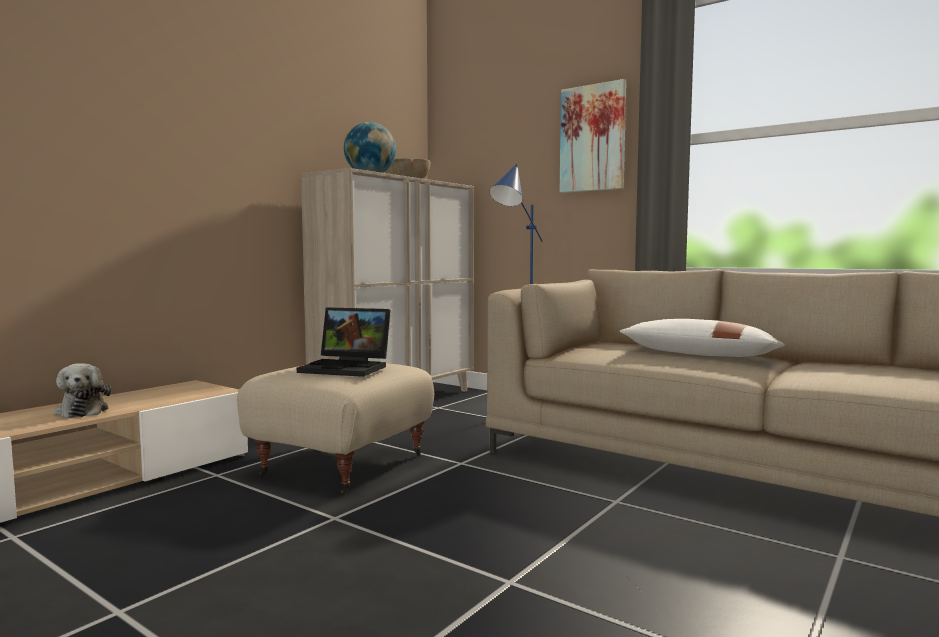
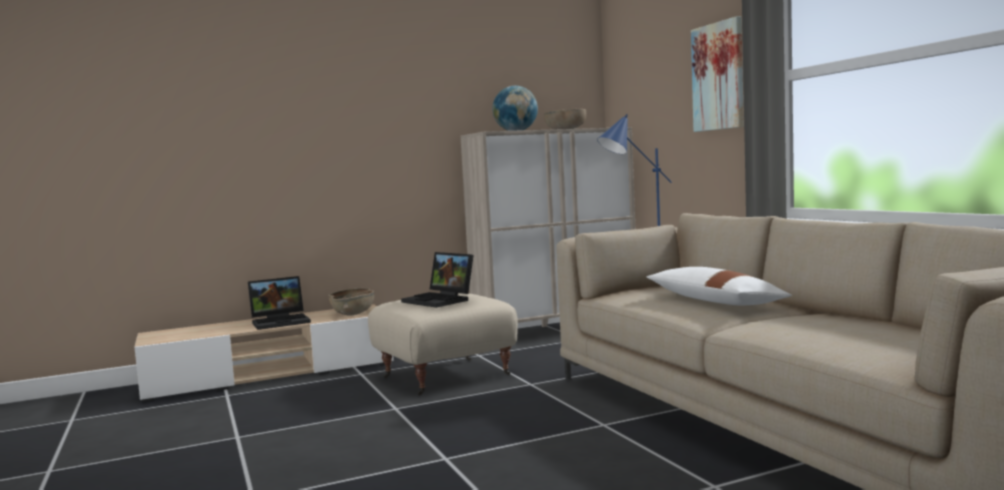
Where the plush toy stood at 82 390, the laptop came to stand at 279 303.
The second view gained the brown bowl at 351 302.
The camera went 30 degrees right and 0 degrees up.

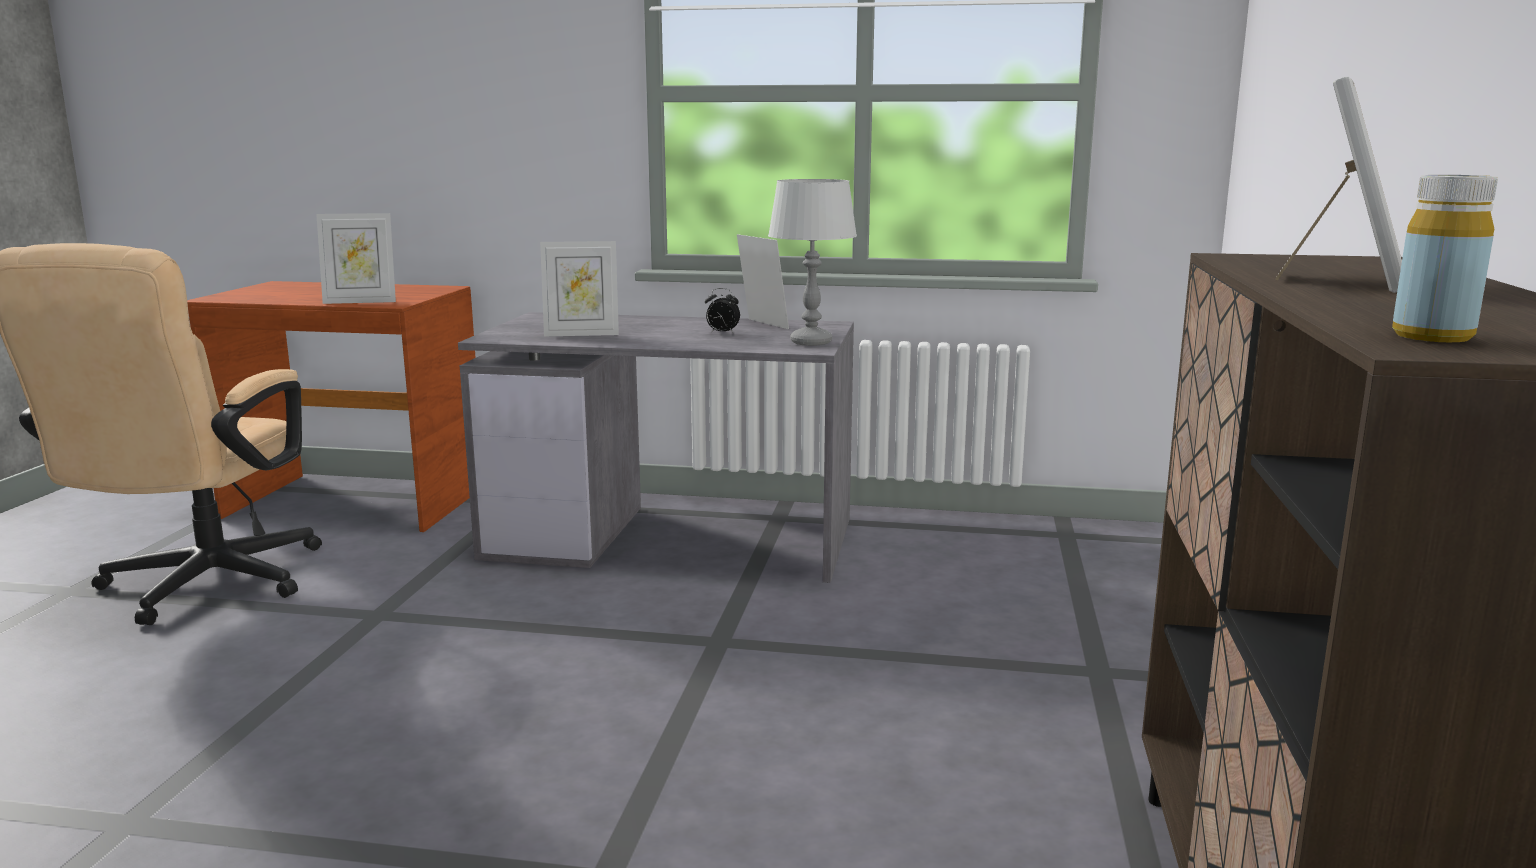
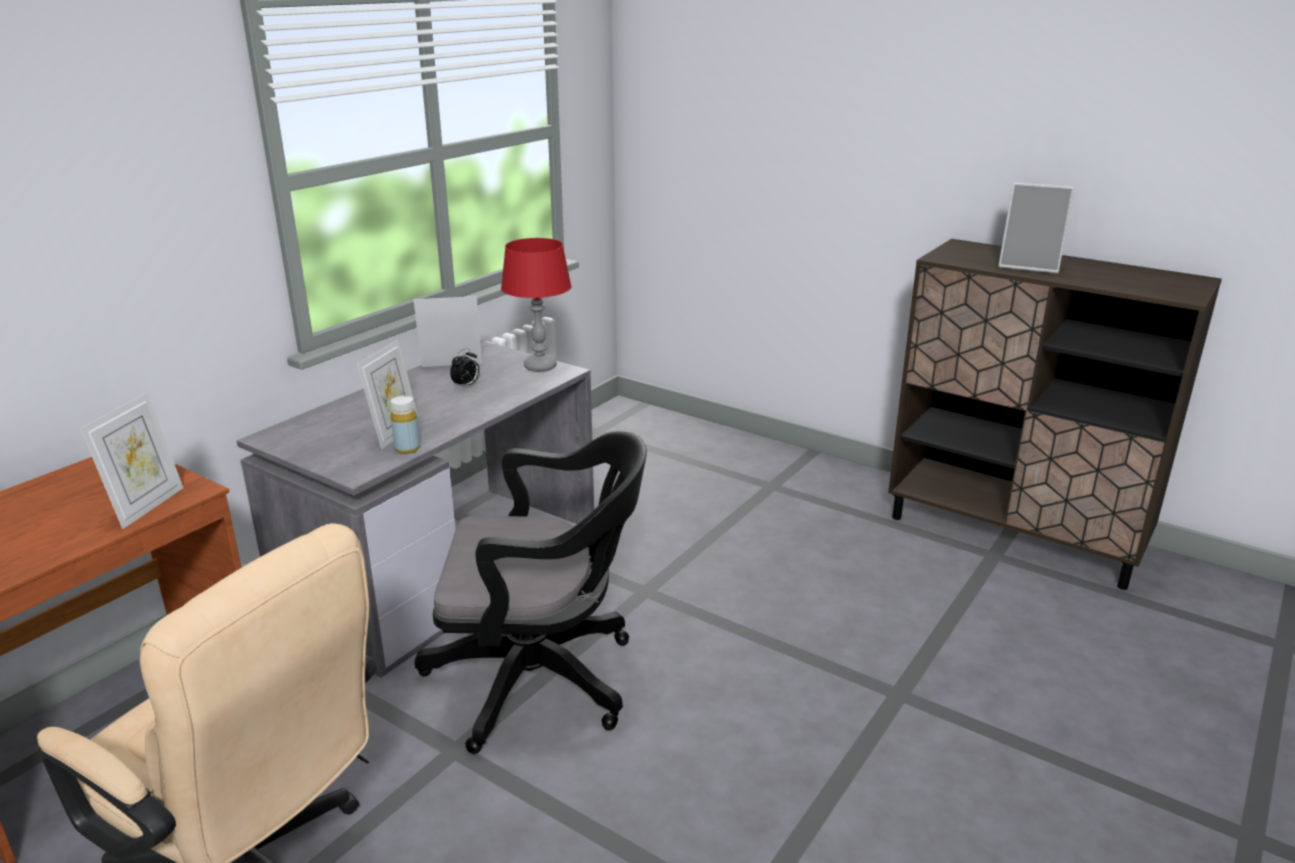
What was the grey table lamp at 812 262 turned into the red table lamp at 536 305.
The picture frame at 1338 185 ended up facing another way, 150 degrees clockwise from before.
The yellow bottle ended up elsewhere, having gone from 1445 259 to 405 425.
The second view gained the black office chair at 531 592.
The camera went 65 degrees left and 10 degrees up.

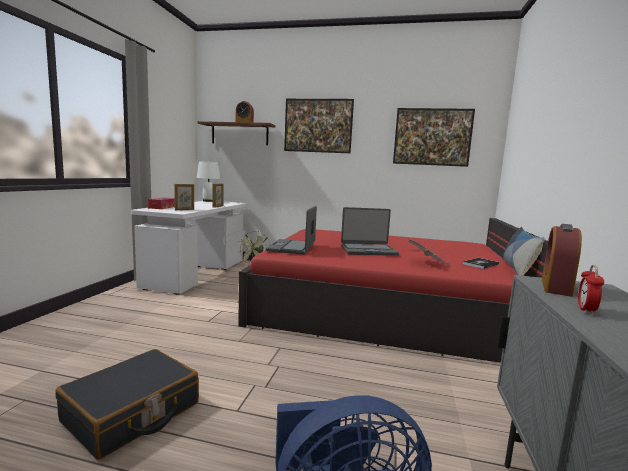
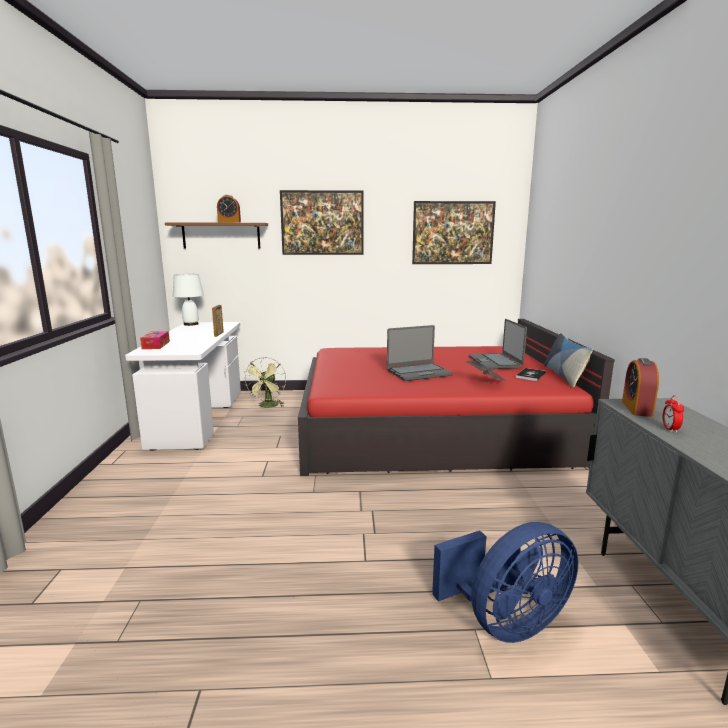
The second view lost the black suitcase at 127 404.
The second view lost the picture frame at 184 197.
The laptop ended up elsewhere, having gone from 291 230 to 498 344.
The camera went 15 degrees left and 5 degrees up.

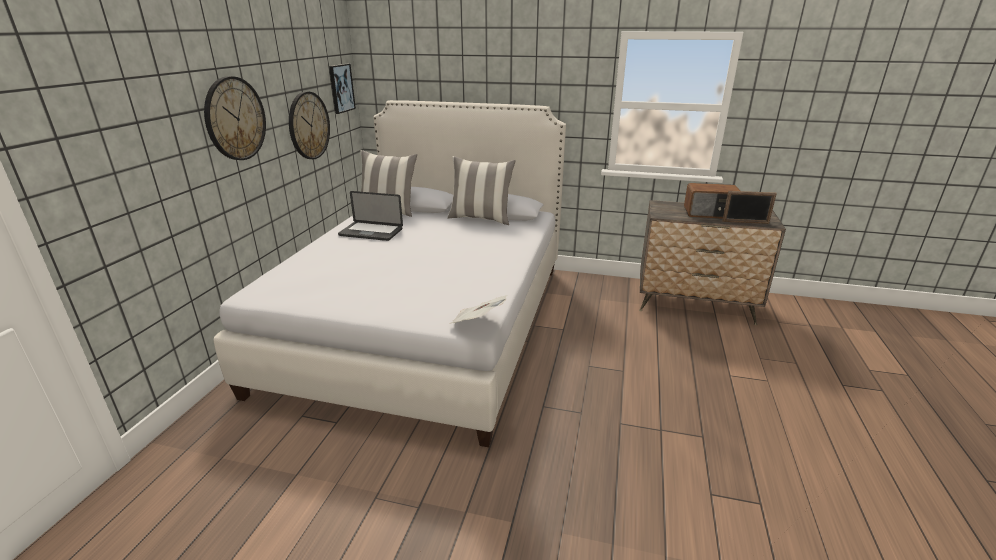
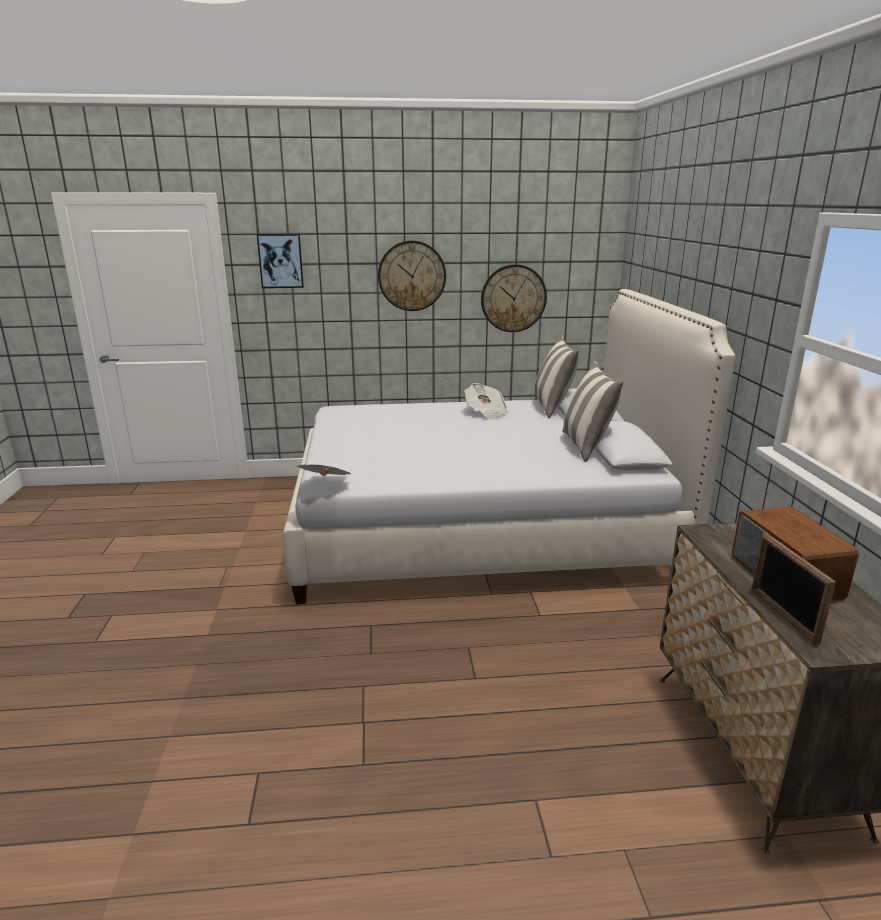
The picture ended up elsewhere, having gone from 342 89 to 280 261.
Where the laptop stood at 370 216, the newspaper came to stand at 486 401.
The camera went 70 degrees right and 5 degrees down.

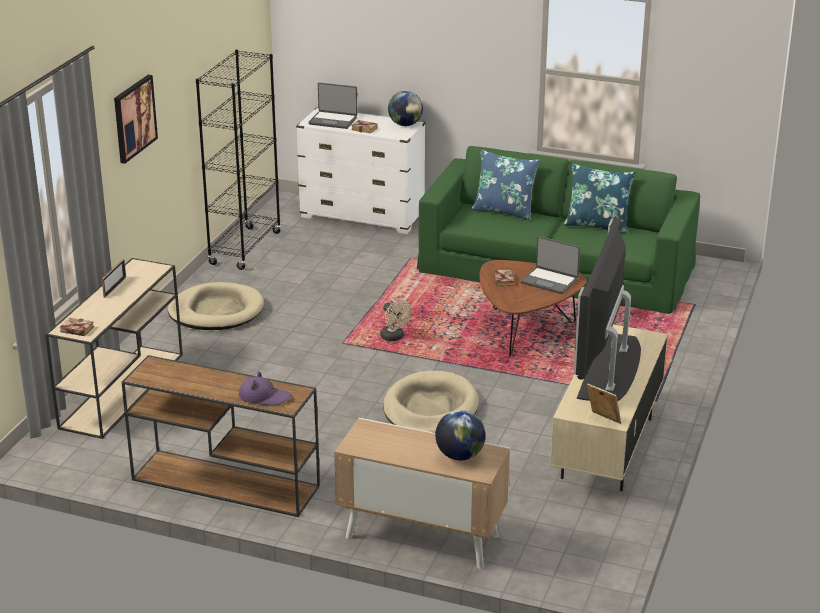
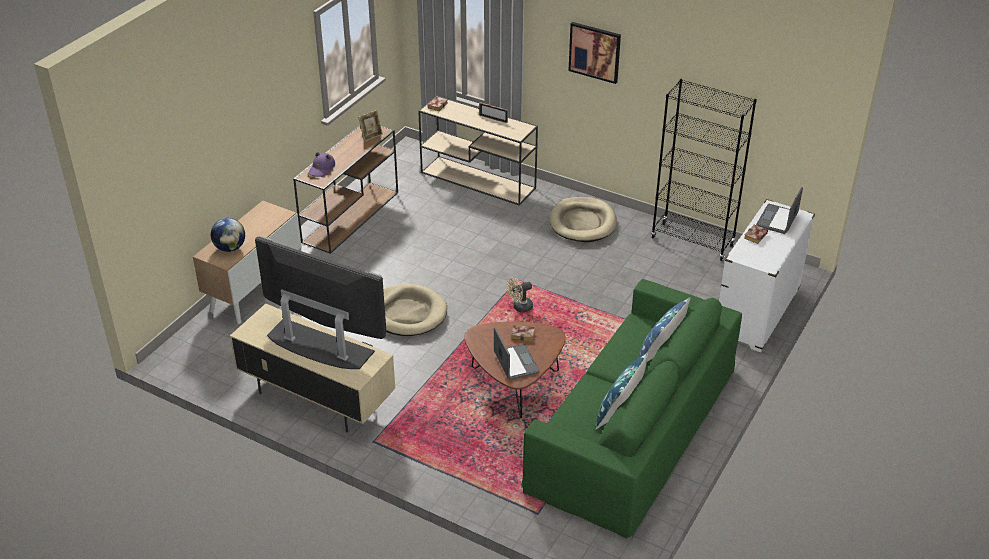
The second view lost the globe at 405 108.
The laptop at 550 265 ended up facing another way, 120 degrees clockwise from before.
The picture frame ended up elsewhere, having gone from 604 403 to 370 126.
The camera went 100 degrees right and 10 degrees up.

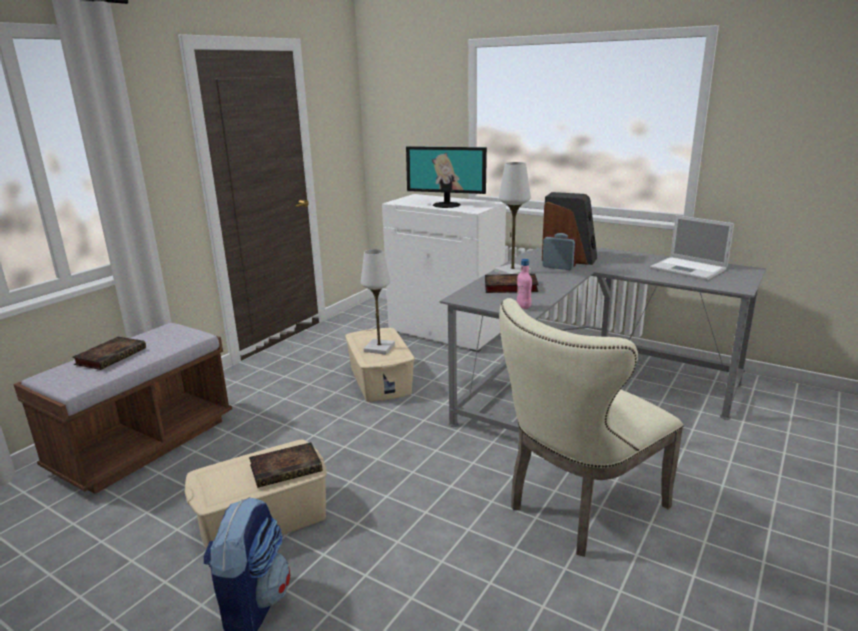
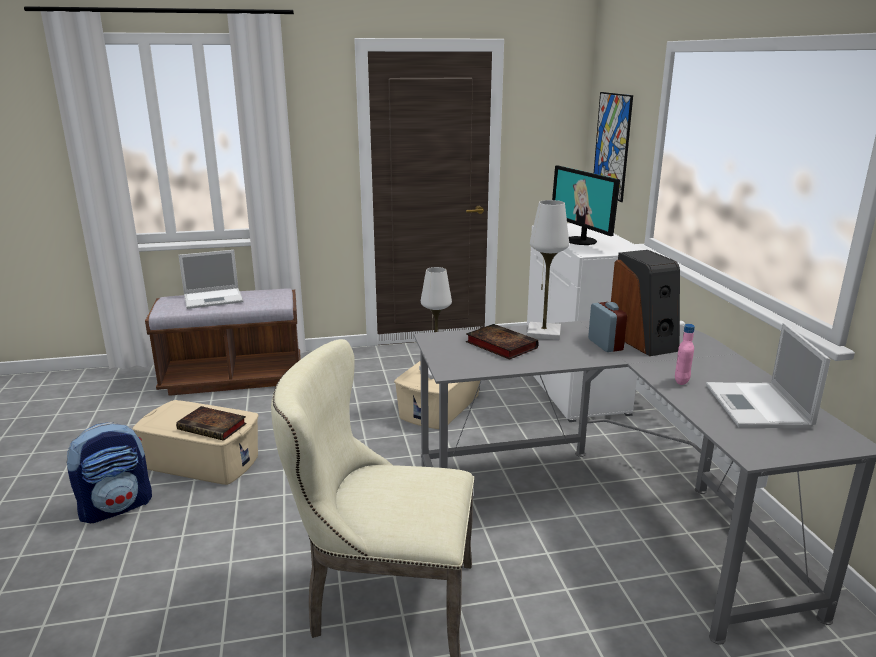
Where the book stood at 109 353, the laptop came to stand at 211 279.
The pink bottle ended up elsewhere, having gone from 524 284 to 685 354.
The second view gained the picture at 613 147.
The camera went 45 degrees right and 0 degrees up.

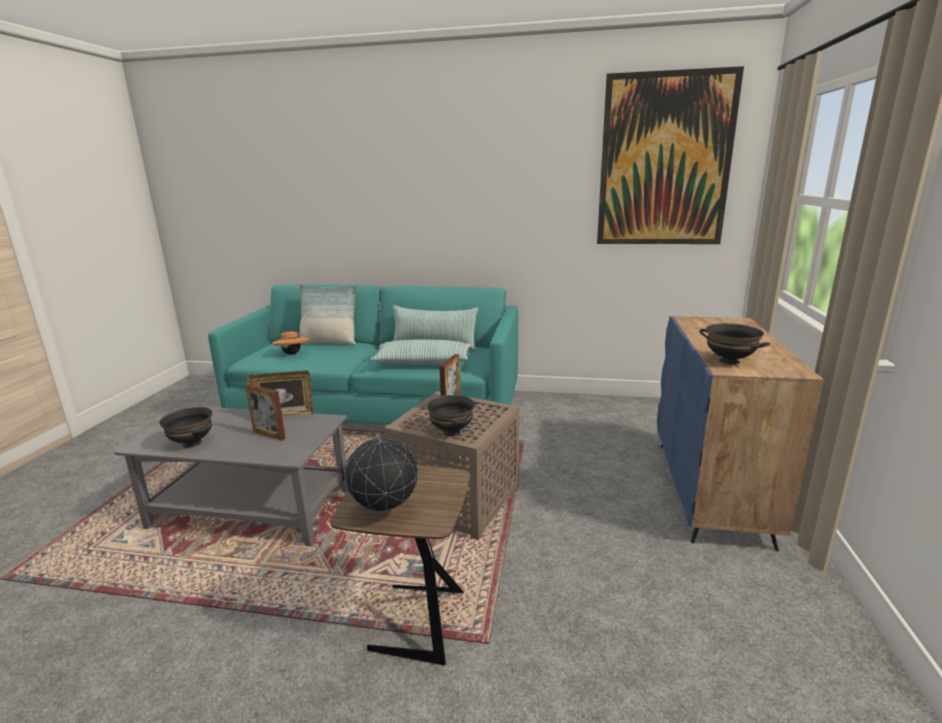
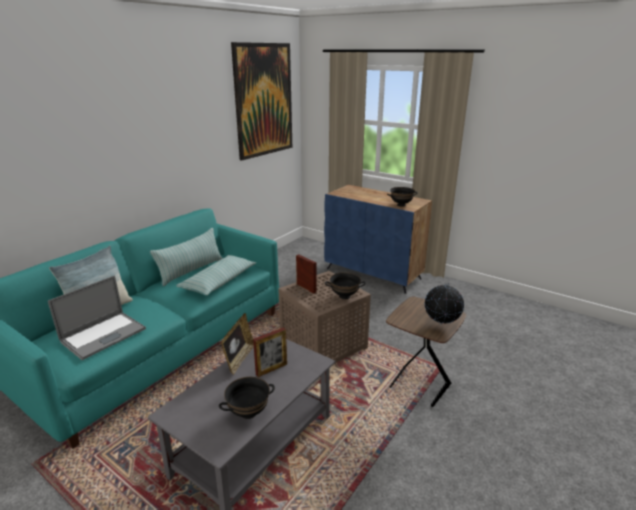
Where the orange hat stood at 290 342, the laptop came to stand at 97 318.
The camera went 65 degrees left and 5 degrees up.

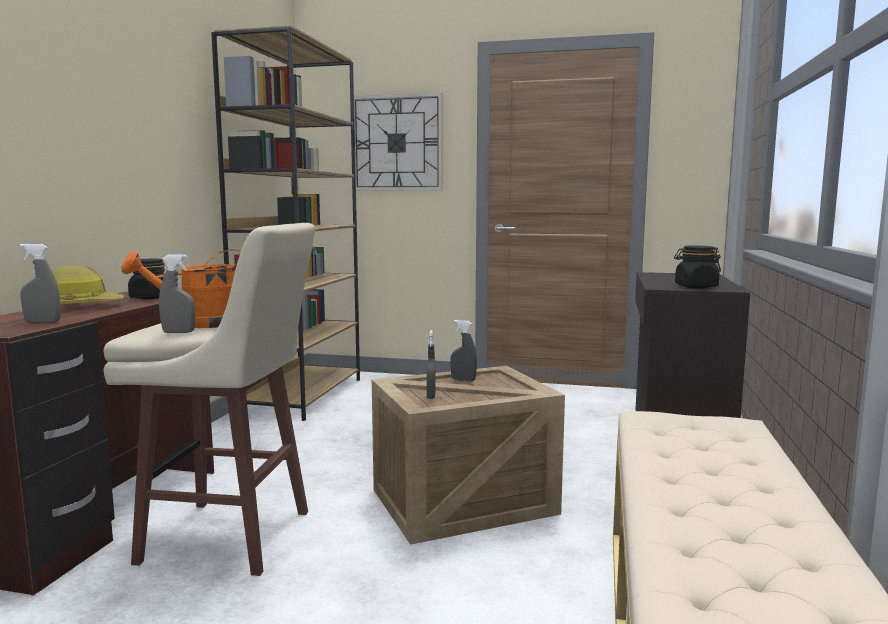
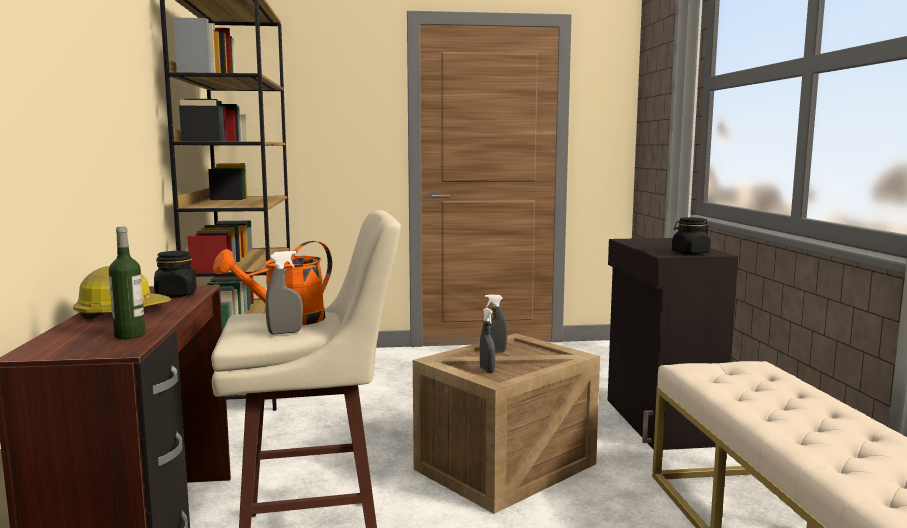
Where the grey spray bottle stood at 40 283, the bottle came to stand at 127 283.
The second view lost the wall clock at 398 142.
The camera went 20 degrees left and 0 degrees up.

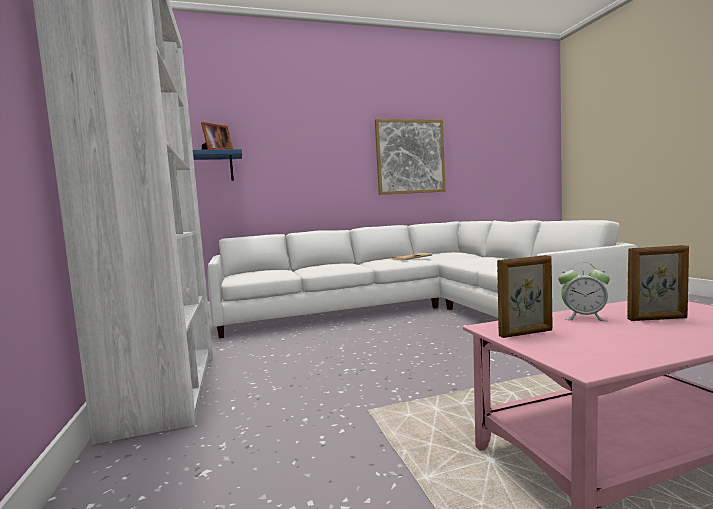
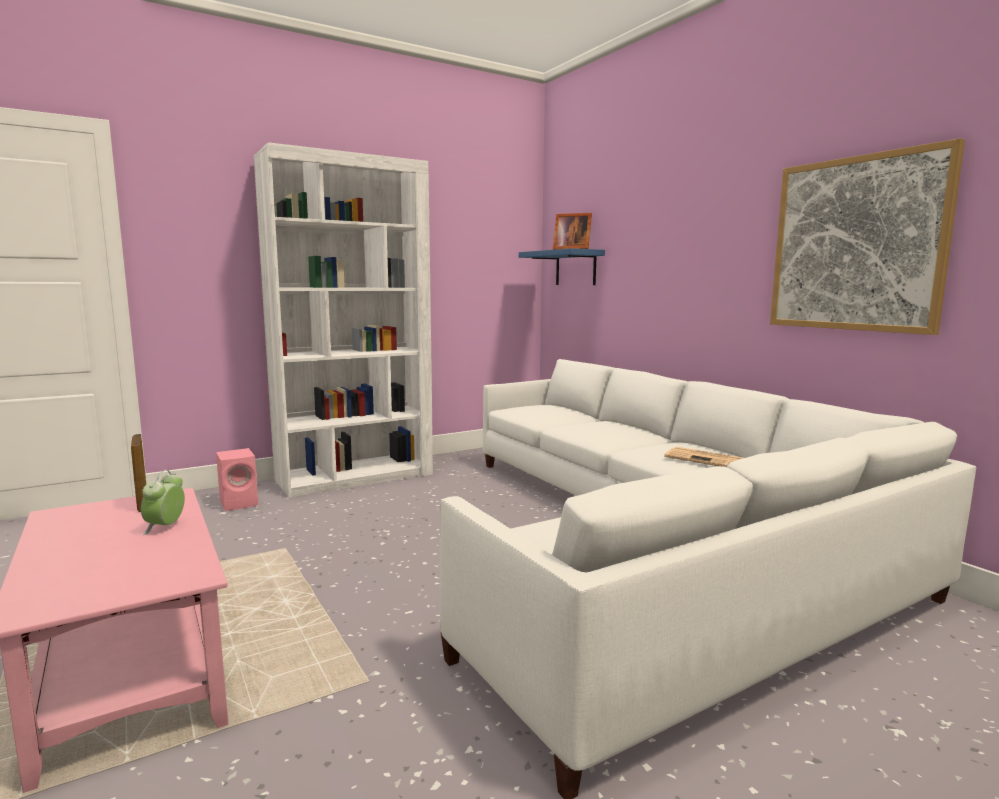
The second view lost the picture frame at 658 283.
The second view gained the pink speaker at 237 479.
The camera went 75 degrees right and 5 degrees up.

